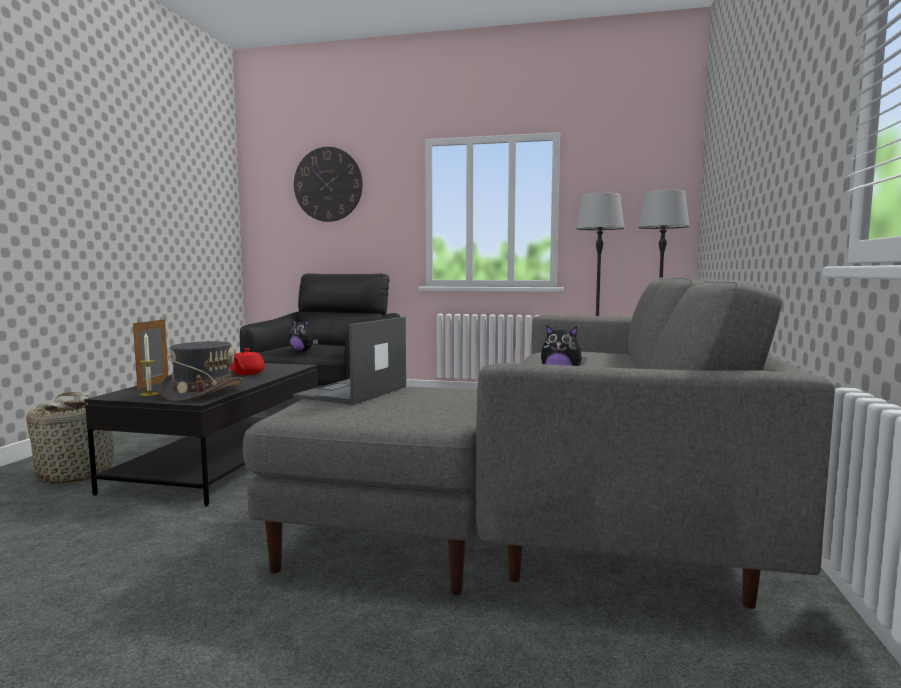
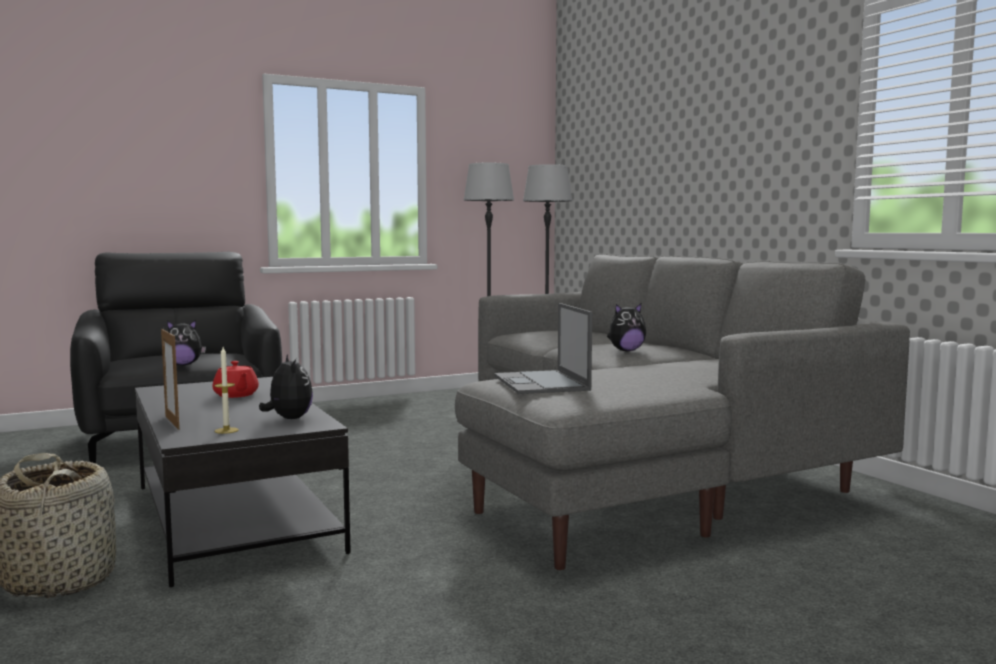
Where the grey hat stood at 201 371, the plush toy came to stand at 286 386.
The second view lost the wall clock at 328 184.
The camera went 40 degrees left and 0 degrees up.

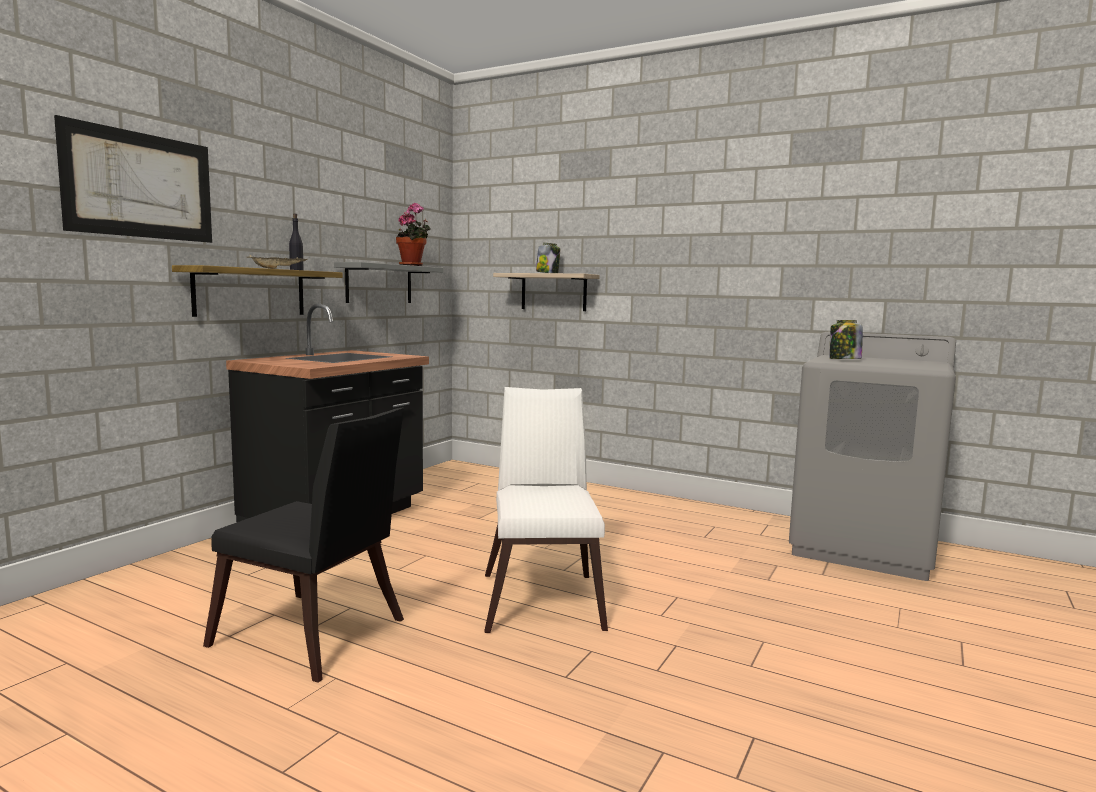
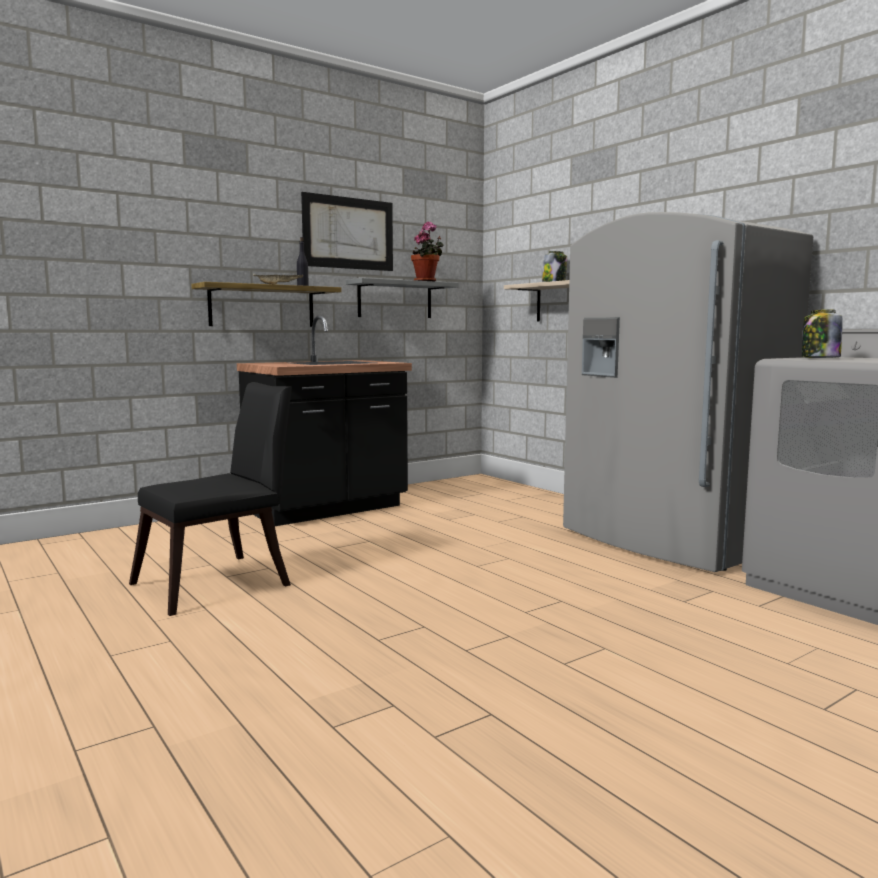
The picture ended up elsewhere, having gone from 133 179 to 347 231.
The black chair at 303 545 ended up facing another way, 90 degrees counterclockwise from before.
The second view lost the white chair at 546 510.
The second view gained the grey fridge at 688 392.
The camera went 25 degrees right and 0 degrees up.

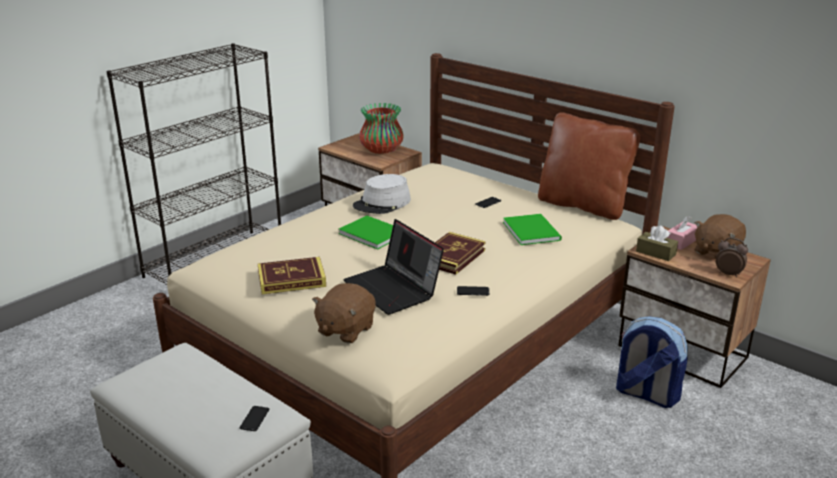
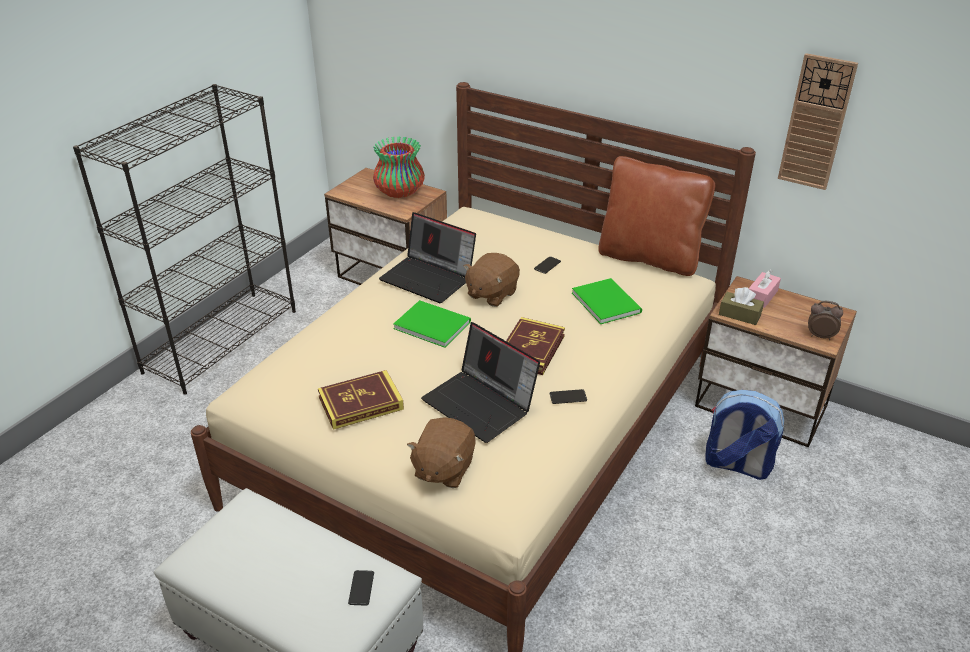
Where the grey hat stood at 382 194, the laptop came to stand at 427 257.
The brown plush toy ended up elsewhere, having gone from 720 236 to 492 280.
The second view gained the wall clock at 818 121.
The camera went 10 degrees left and 10 degrees up.

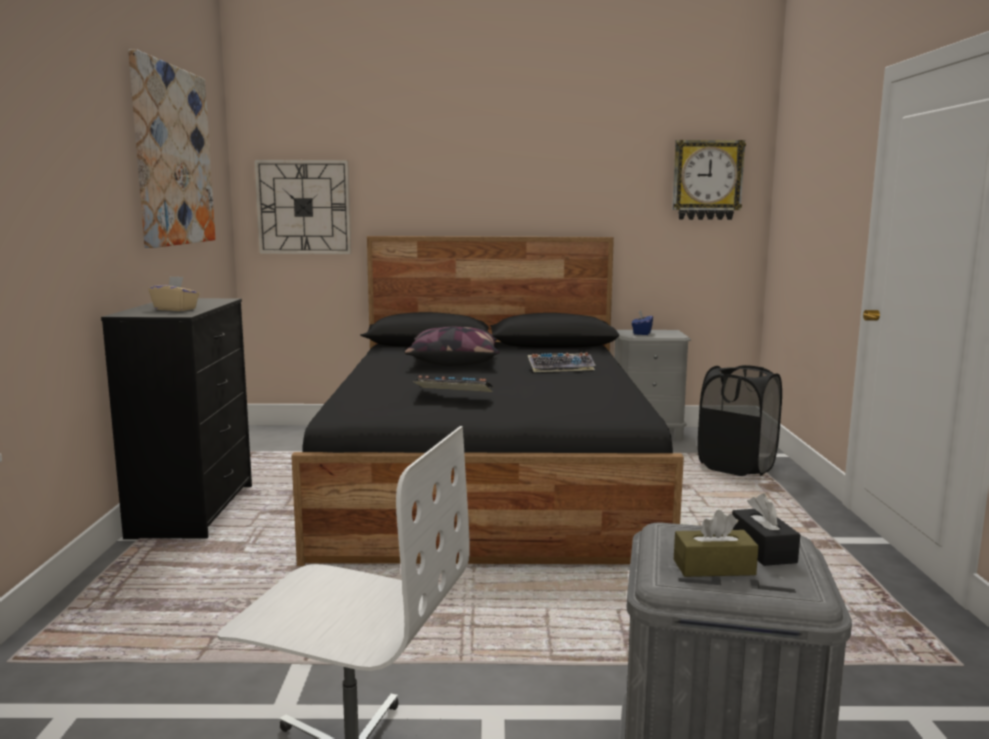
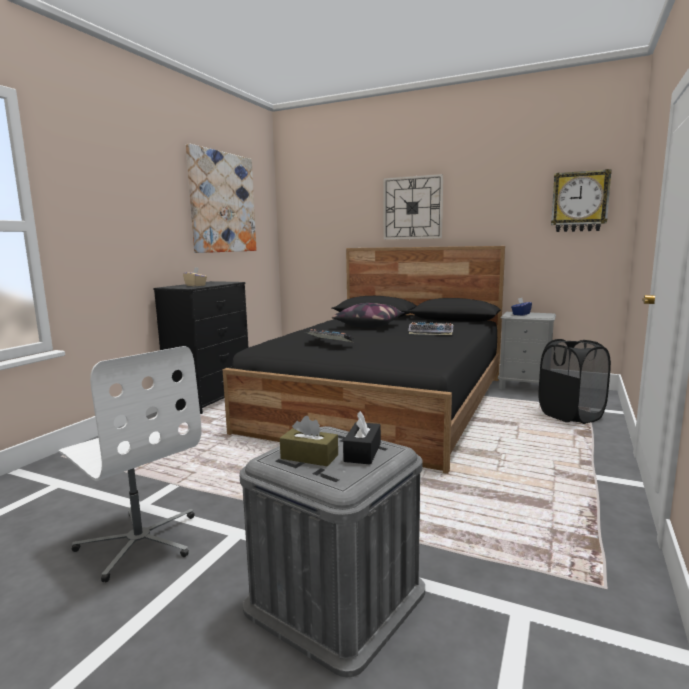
The wall clock ended up elsewhere, having gone from 302 207 to 413 207.
The camera went 25 degrees right and 0 degrees up.

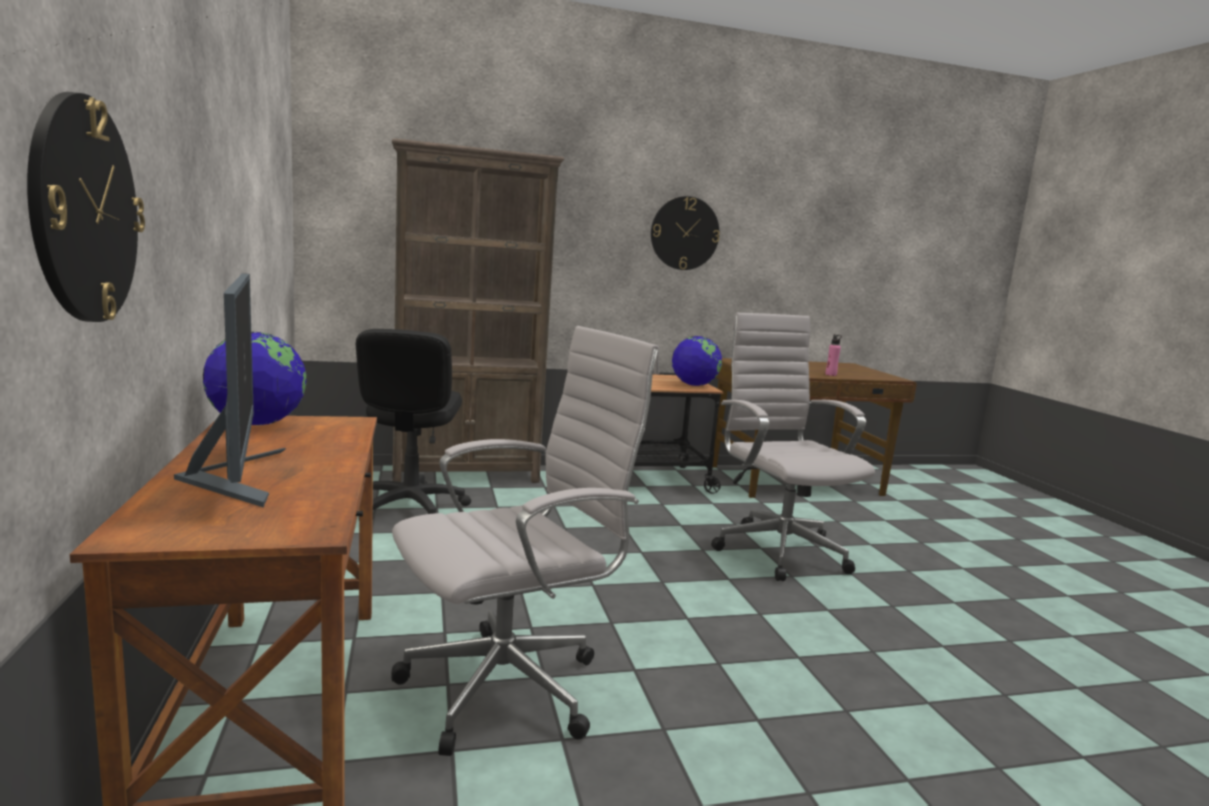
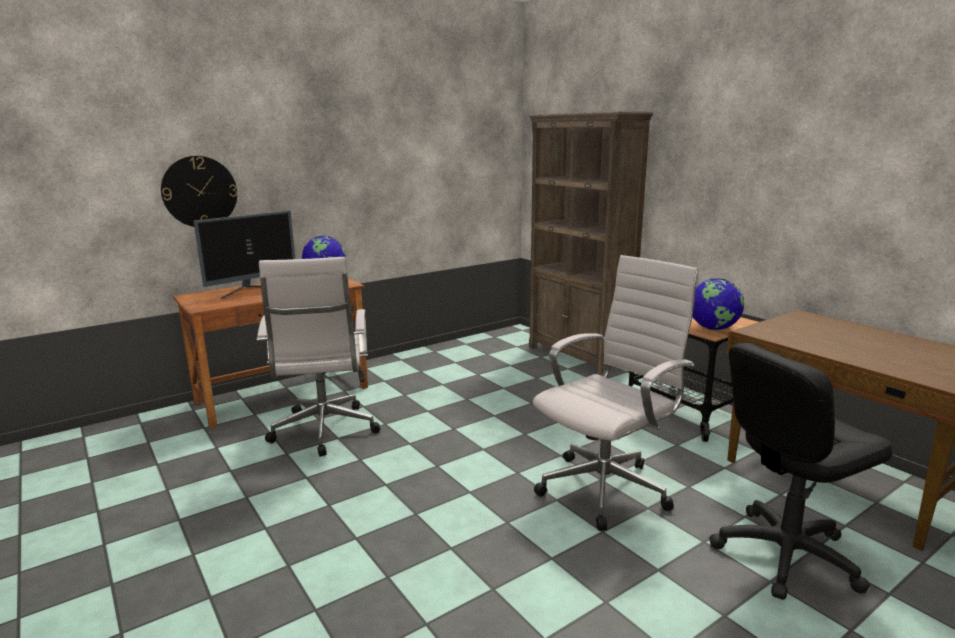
The black office chair ended up elsewhere, having gone from 413 424 to 800 471.
The white office chair at 525 541 ended up facing another way, 45 degrees clockwise from before.
The second view lost the wall clock at 685 233.
The second view lost the pink bottle at 833 355.
The camera went 70 degrees right and 5 degrees up.

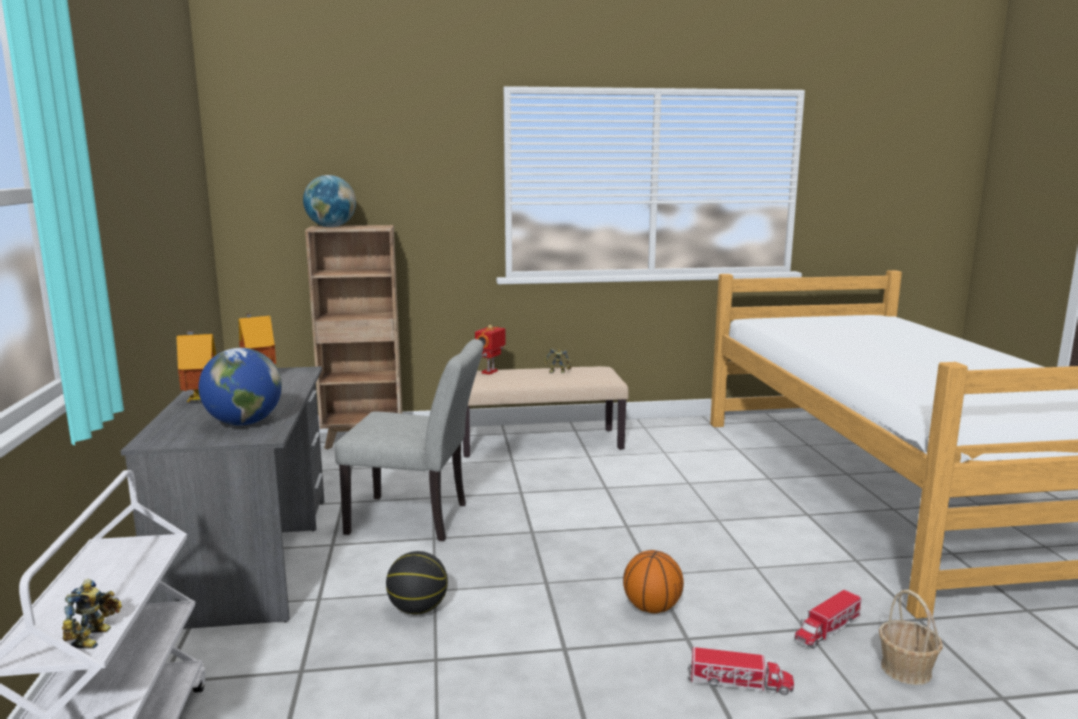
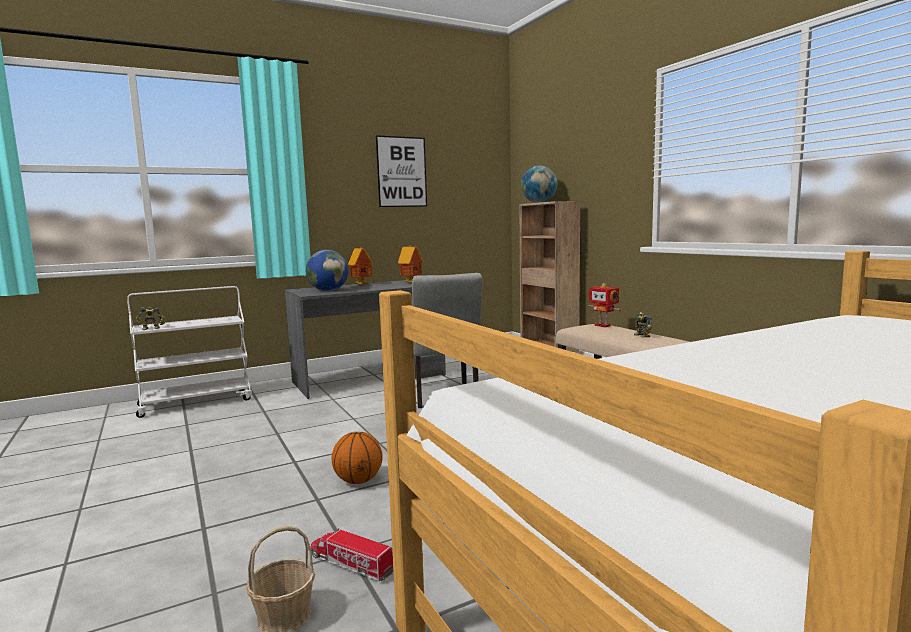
The second view lost the basketball at 417 583.
The toy robot at 490 350 ended up facing another way, 135 degrees counterclockwise from before.
The second view lost the toy truck at 741 671.
The second view gained the picture at 401 171.
The camera went 70 degrees right and 5 degrees down.

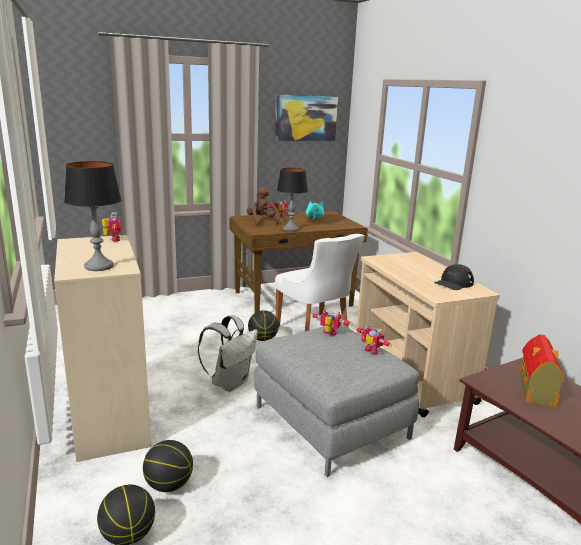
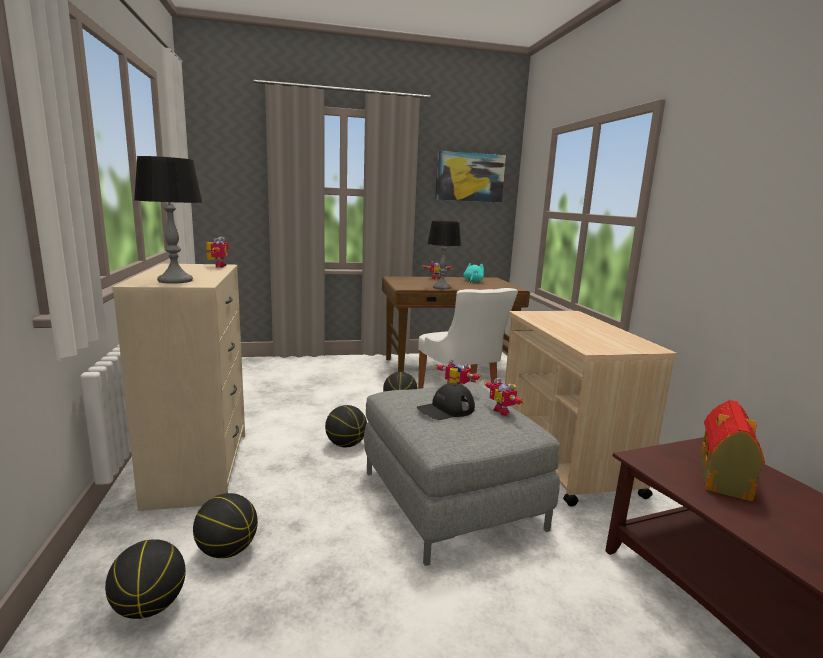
Where the white backpack stood at 228 353, the basketball came to stand at 346 426.
The second view lost the brown plush toy at 263 206.
The black cap ended up elsewhere, having gone from 454 277 to 446 401.
The camera went 10 degrees right and 5 degrees down.

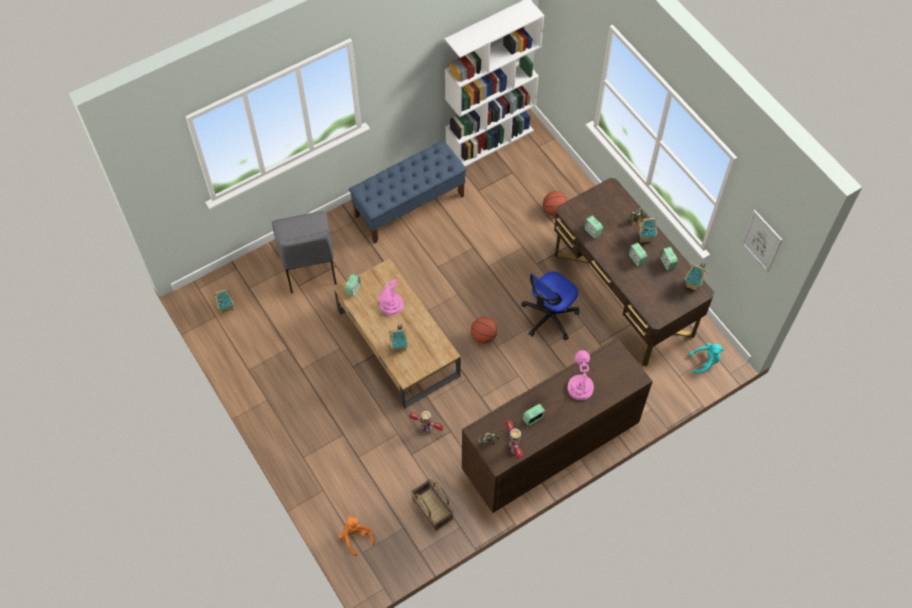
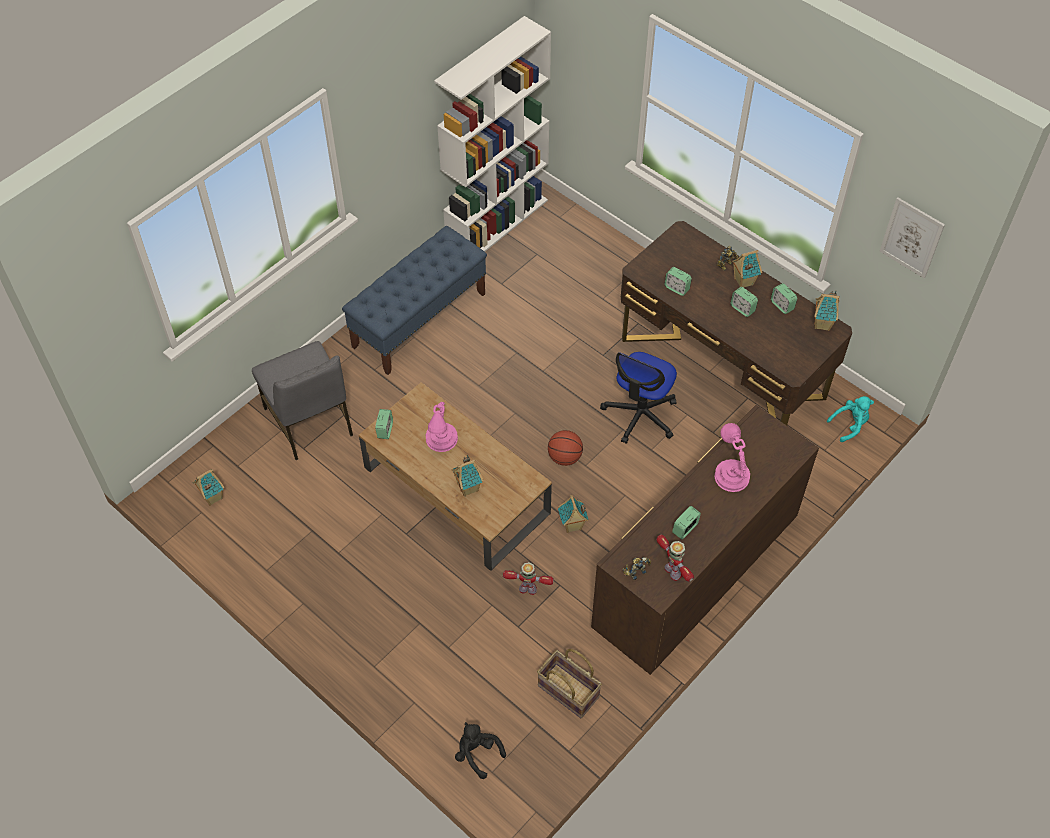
What was the orange plush toy at 356 535 turned into the black plush toy at 480 750.
The second view lost the basketball at 555 203.
The second view gained the toy house at 573 514.
The camera went 15 degrees left and 5 degrees down.

